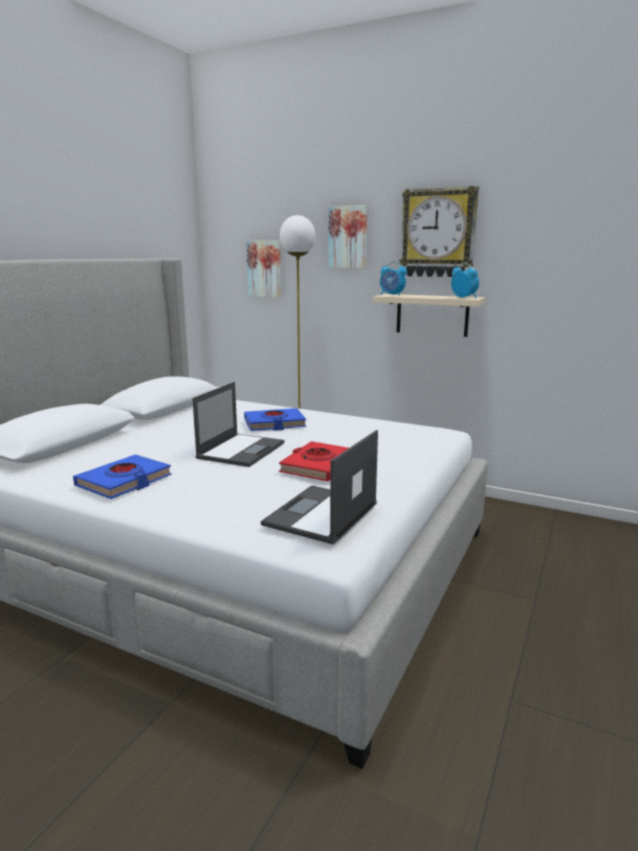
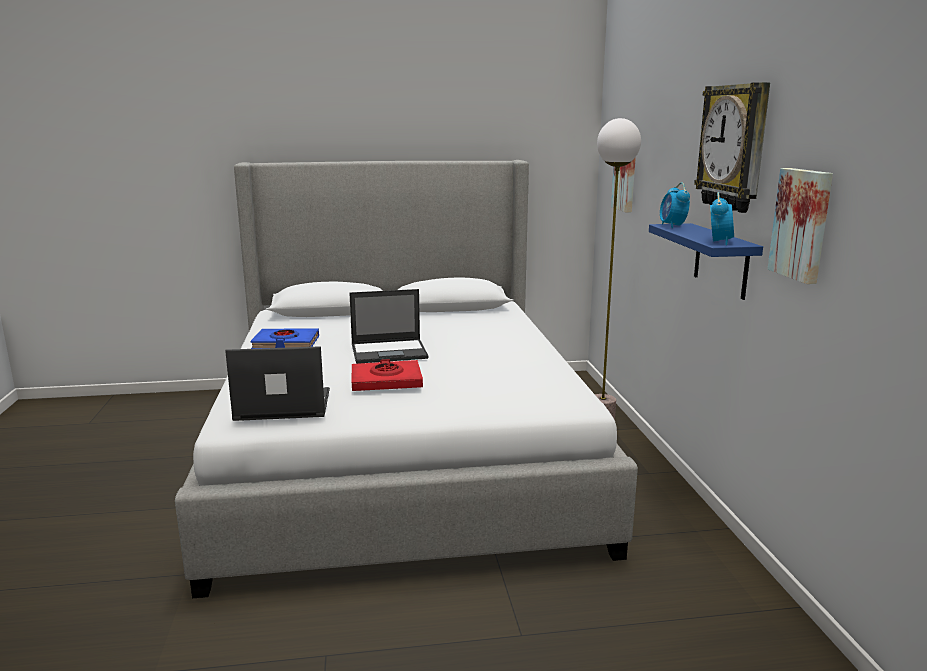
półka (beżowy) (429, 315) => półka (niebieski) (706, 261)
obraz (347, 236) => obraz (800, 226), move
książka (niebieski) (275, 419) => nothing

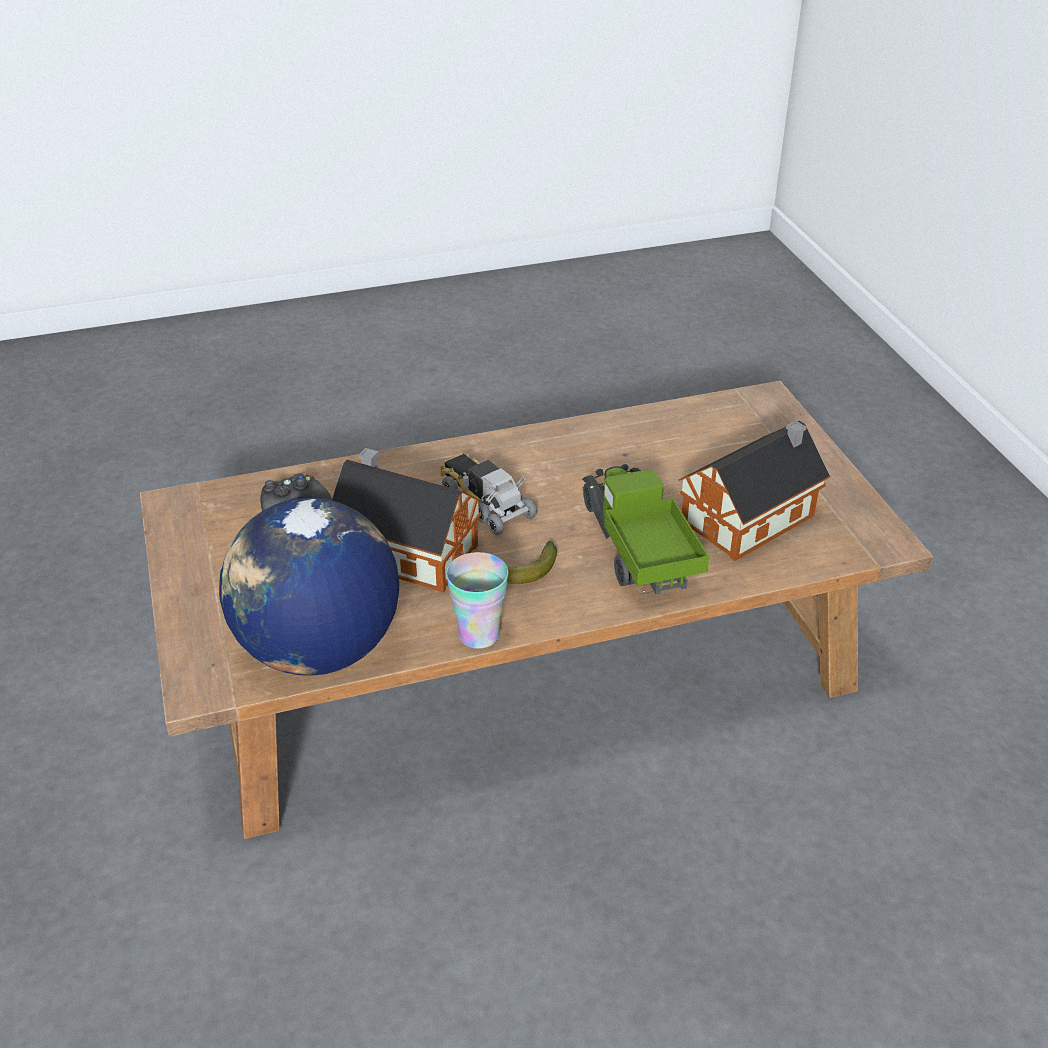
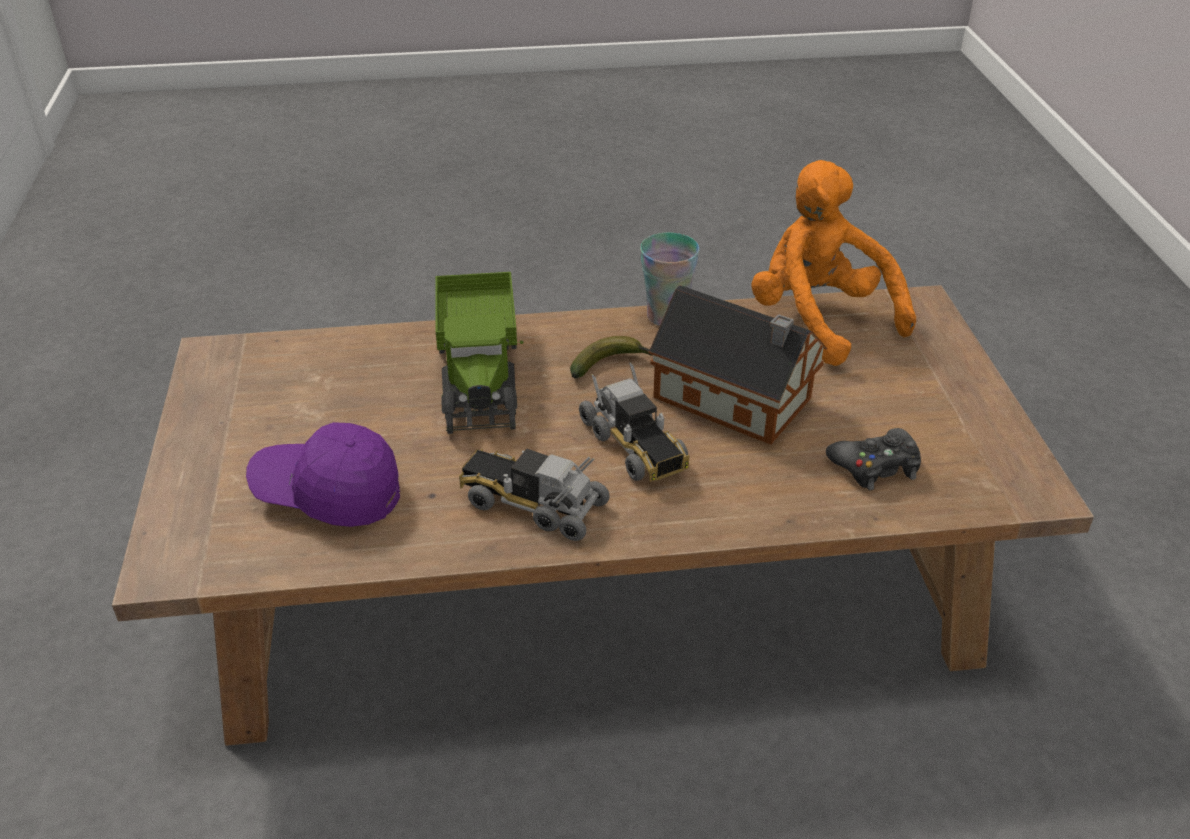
nothing => czapka z daszkiem (fioletowy) (323, 474)
nothing => ciężarówka zabawkowa (534, 494)
globus (309, 587) => pluszak (pomarańczowy) (833, 263)
domek (754, 491) => nothing

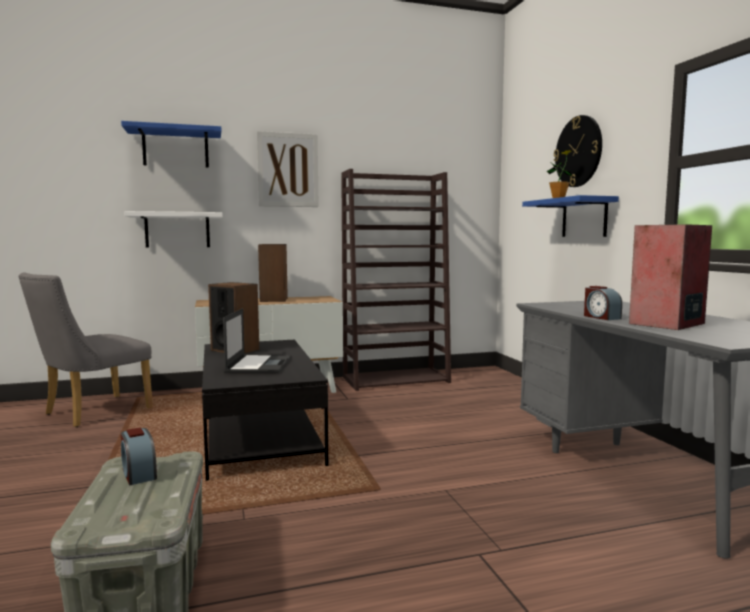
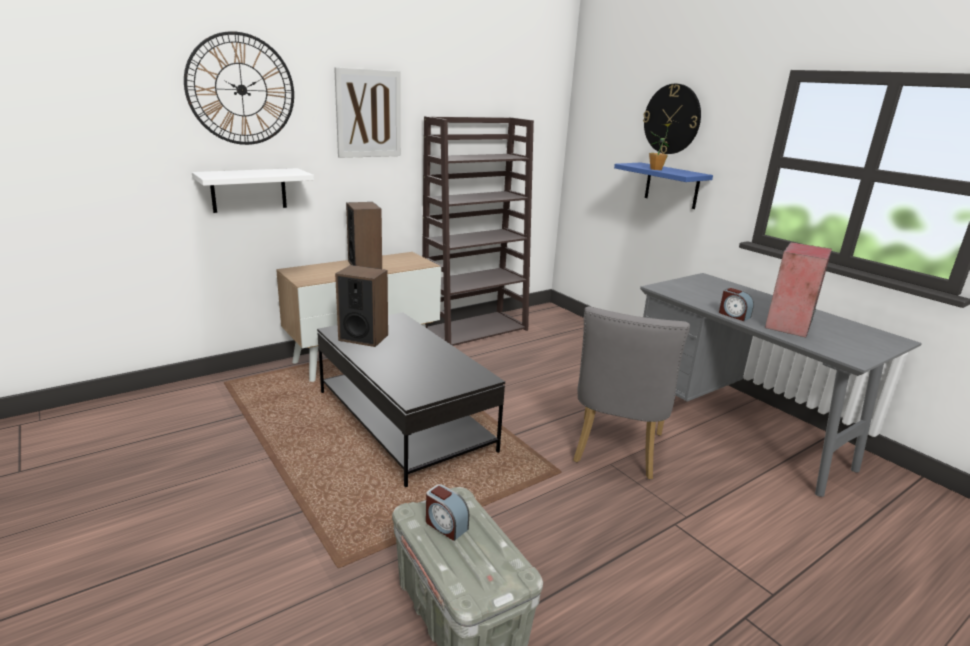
półka (niebieski) (171, 144) => zegar ścienny (239, 88)
krzesło (szary) (86, 350) => krzesło (szary) (631, 392), move
laptop (257, 340) => nothing

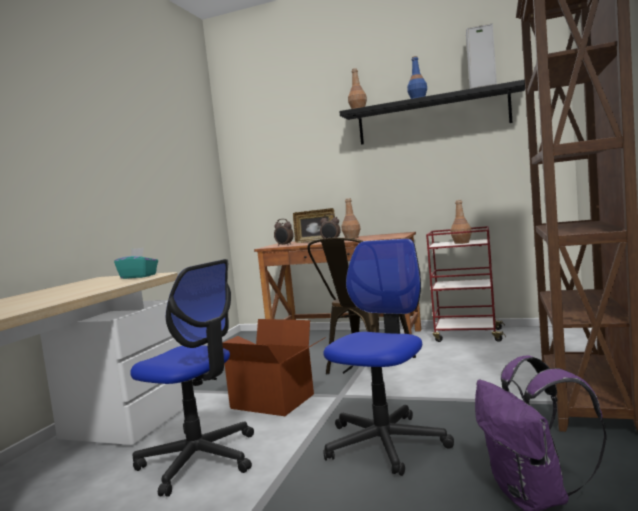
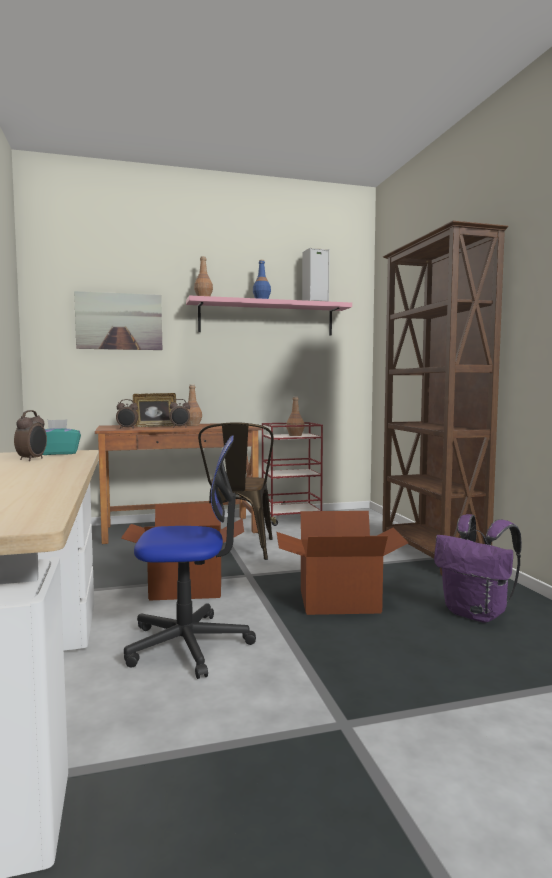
nothing => budzik (30, 435)
nothing => obraz (118, 320)
półka (czarny) (432, 112) => półka (różowy) (269, 315)
krzesło biurowe (388, 357) => karton (342, 563)

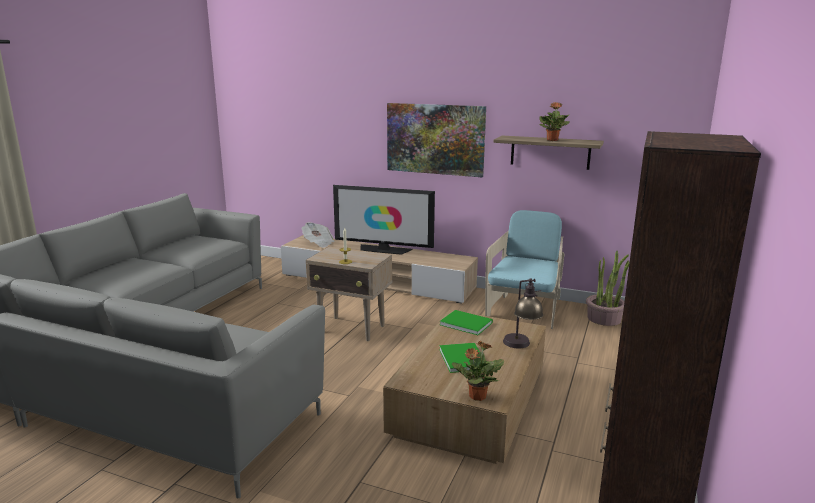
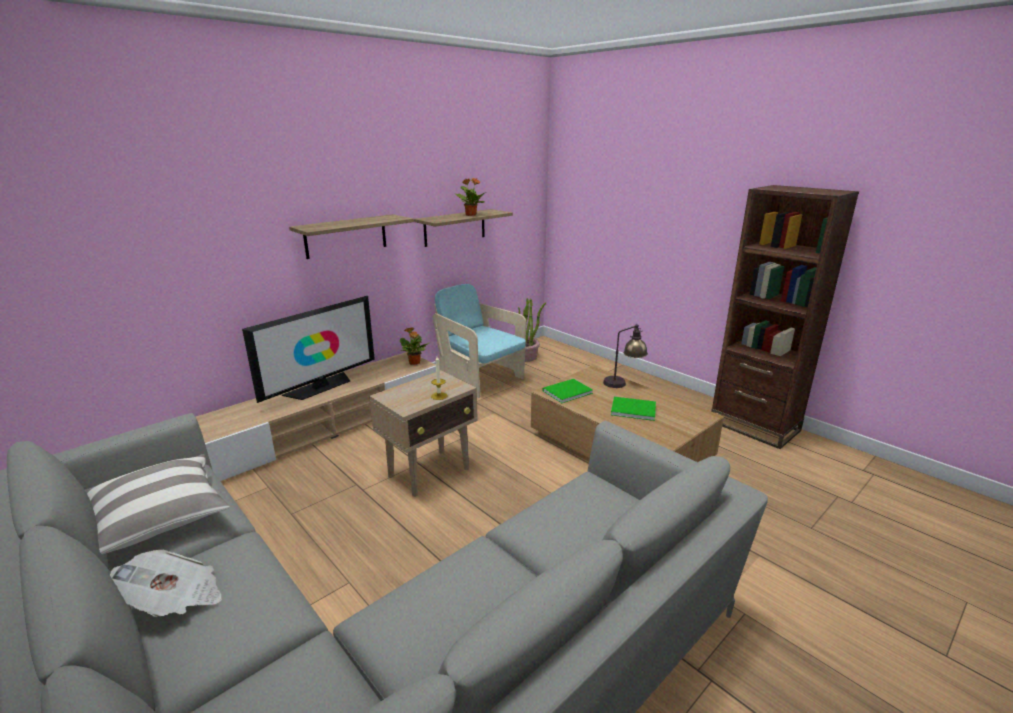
nothing => poduszka (157, 504)
gazeta (317, 235) => gazeta (166, 583), move
obraz (436, 140) => półka (351, 236)
roślina doniczkowa (478, 371) => roślina doniczkowa (414, 346), move

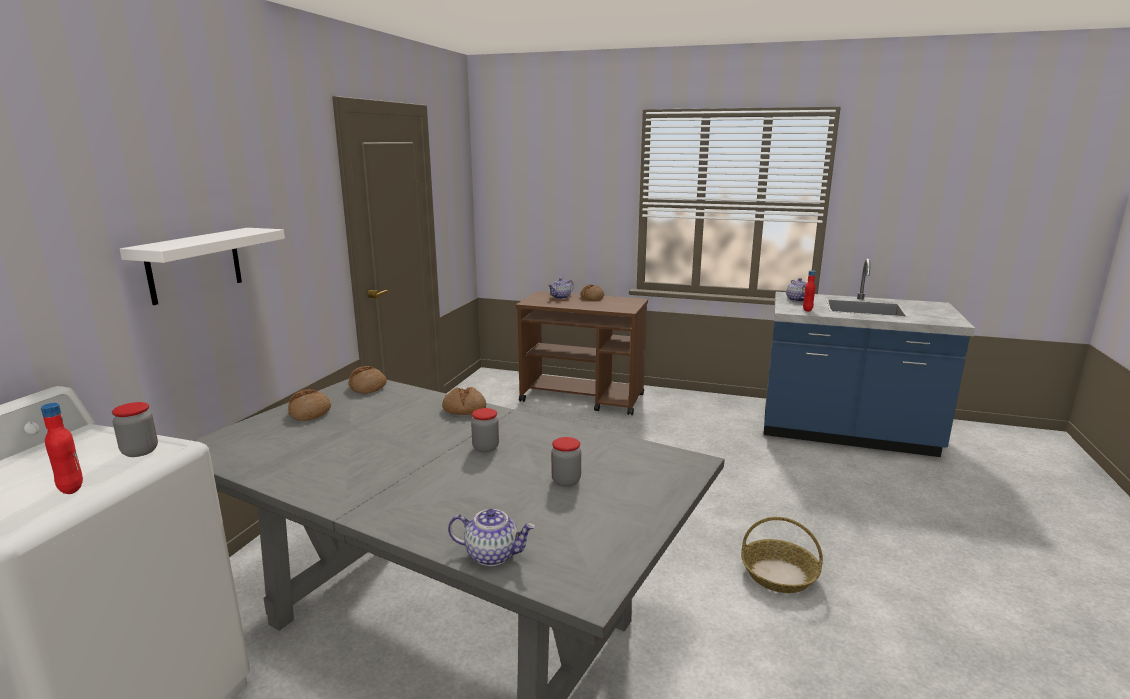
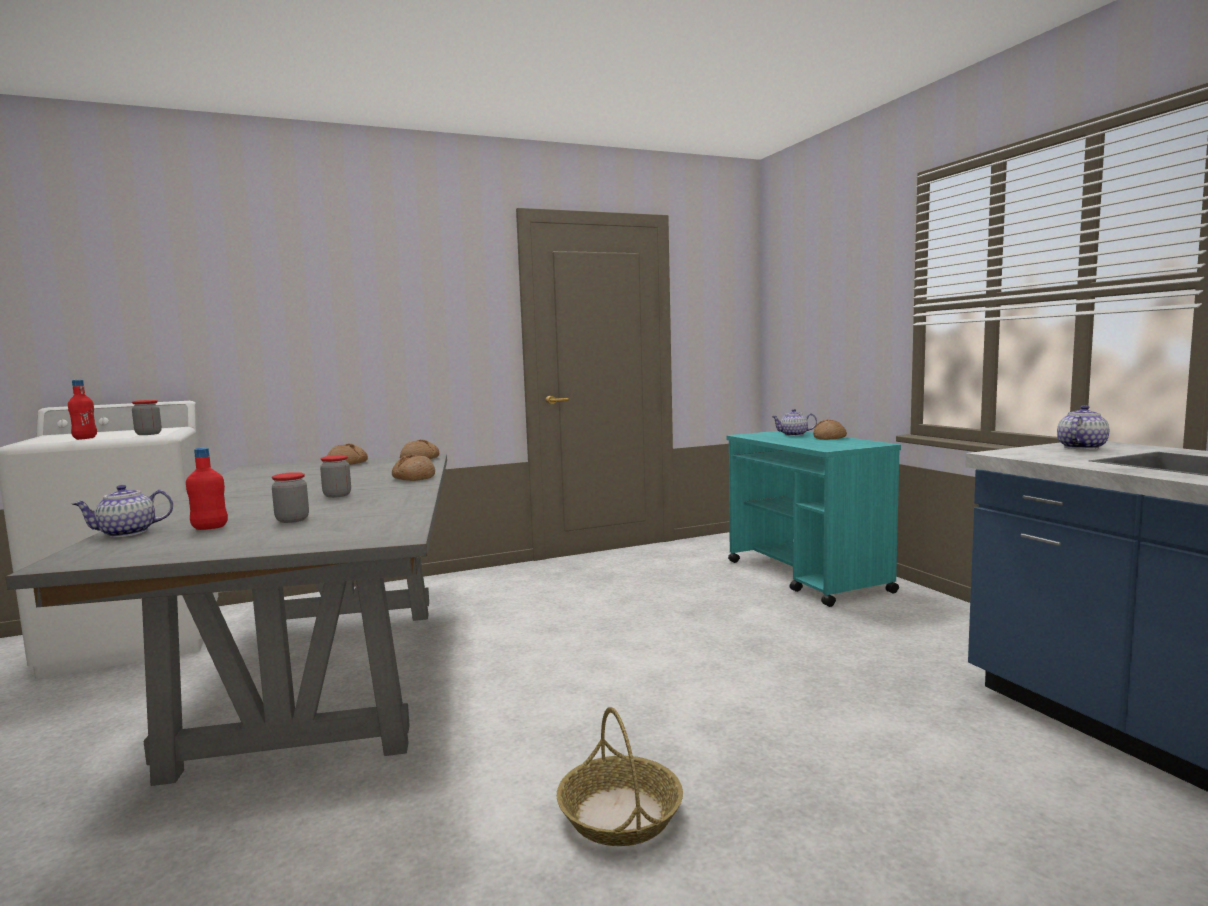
imbryk (491, 537) => imbryk (122, 511), 90 degrees clockwise
butelka (czerwony) (809, 291) => butelka (czerwony) (207, 489), move
wózek (brązowy) (582, 353) => wózek (turkusowy) (813, 519)
półka (biały) (202, 266) => nothing

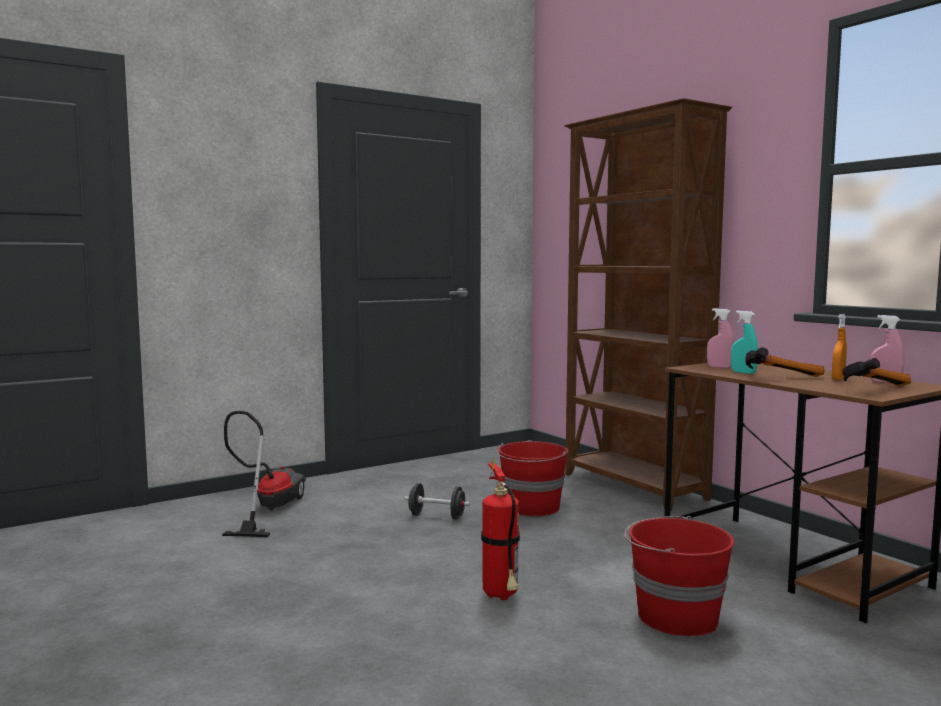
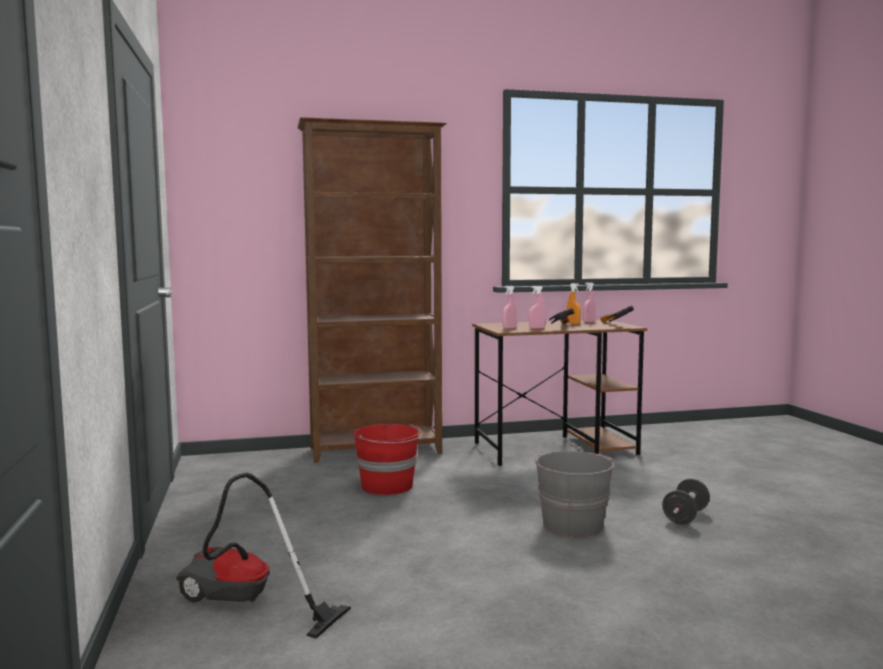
spryskiwacz (turkusowy) (744, 342) => spryskiwacz (różowy) (537, 307)
gaśnica (500, 529) => wiadro (szary) (574, 494)
hantel (czarny) (437, 501) => hantel (czarny) (686, 501), move
wiadro (czerwony) (679, 576) => nothing

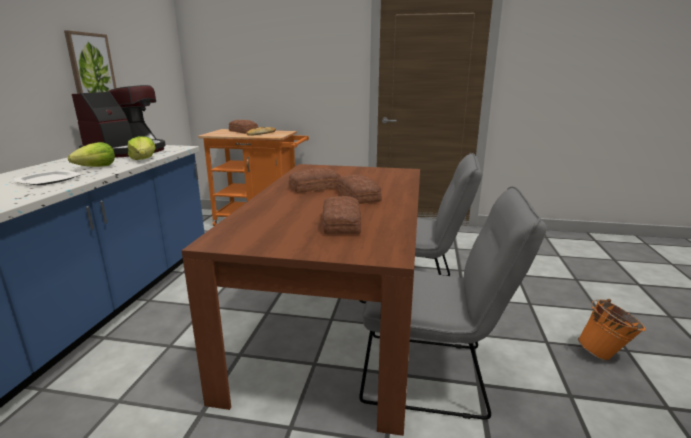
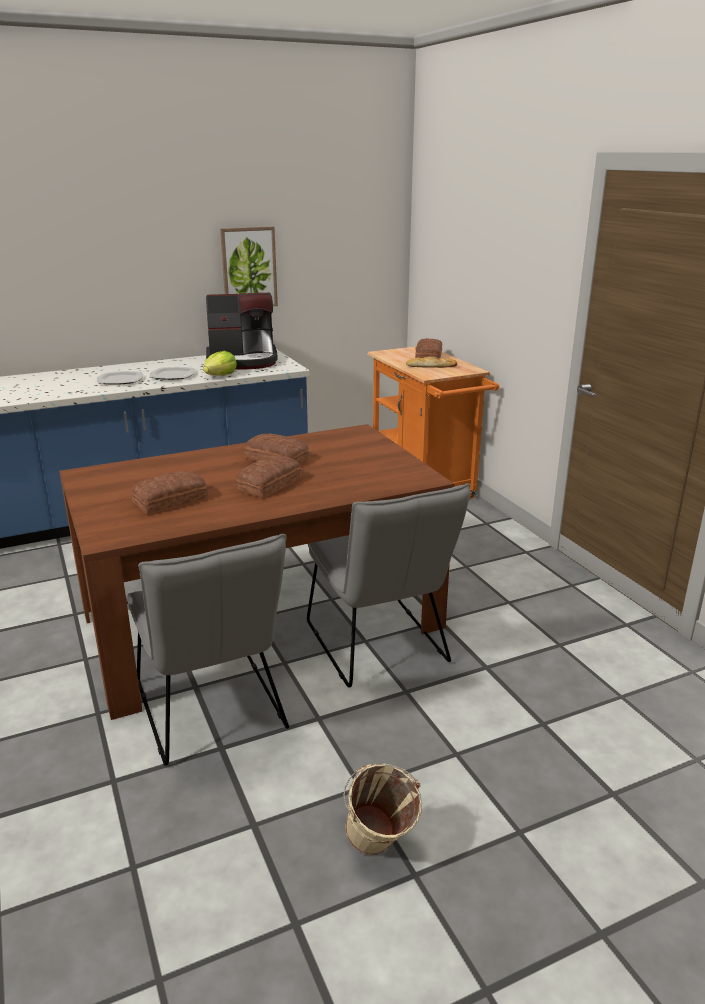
sałata (91, 154) => talerz (173, 373)
wiadro (pomarańczowy) (611, 330) => wiadro (beżowy) (383, 809)

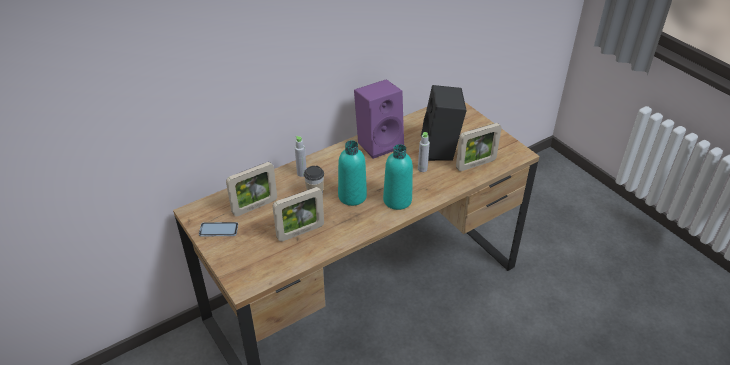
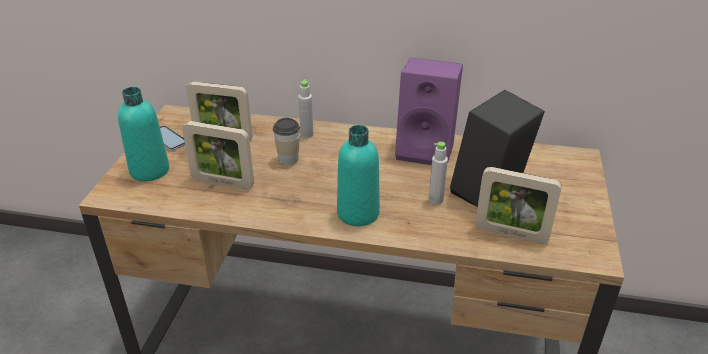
butelka (turkusowy) (352, 173) => butelka (turkusowy) (143, 134), move

